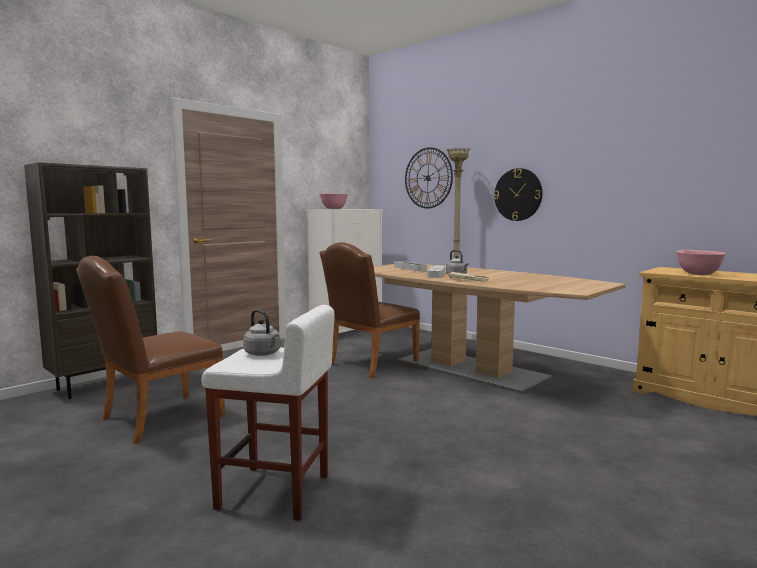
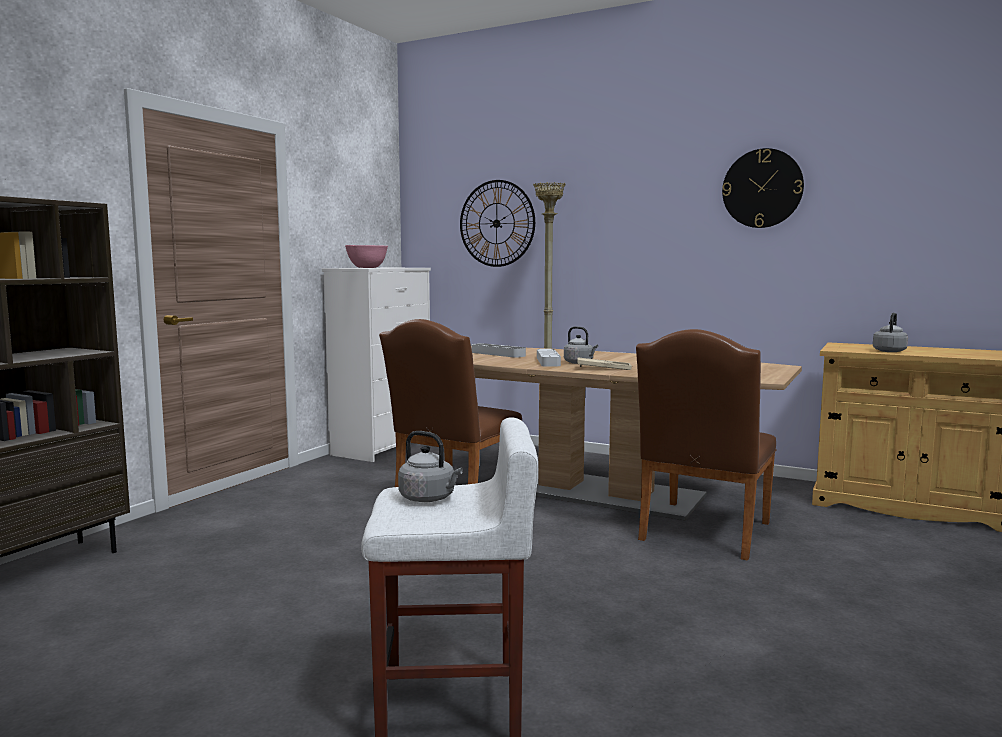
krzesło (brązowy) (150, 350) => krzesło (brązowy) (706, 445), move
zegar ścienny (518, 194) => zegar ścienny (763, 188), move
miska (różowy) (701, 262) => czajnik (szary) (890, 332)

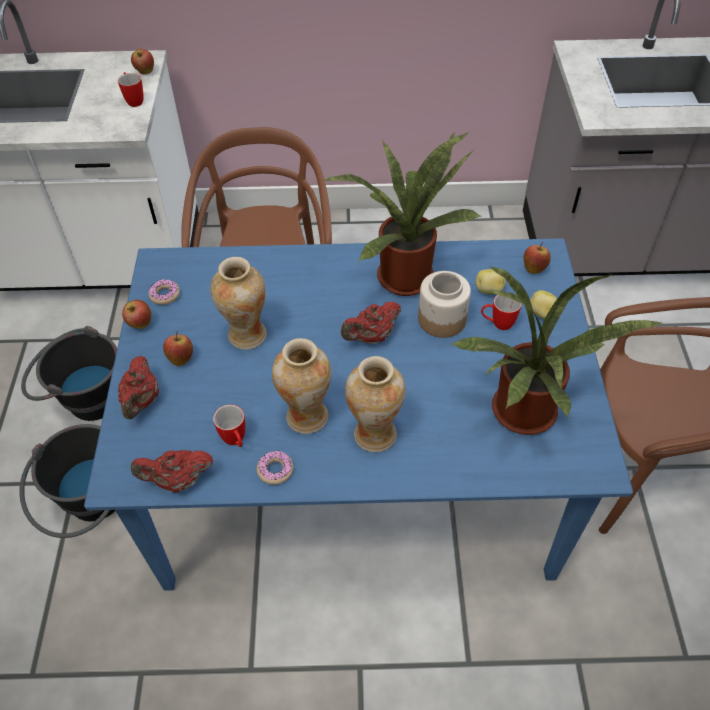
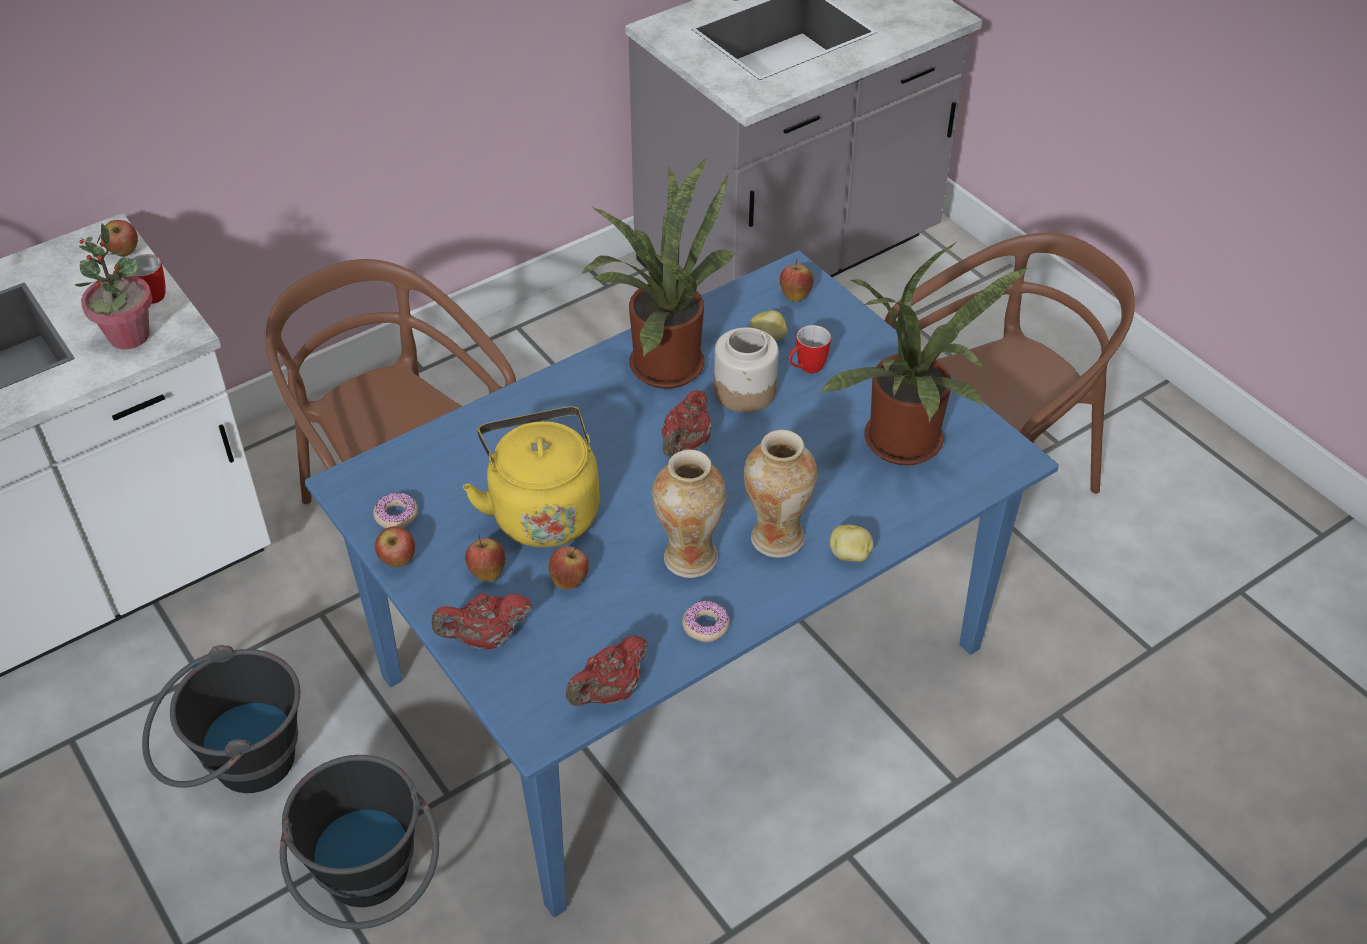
nothing => roślina doniczkowa (113, 286)
imbryk (czerwony) (138, 387) => imbryk (czerwony) (482, 621), 105 degrees clockwise
wazon (239, 303) => czajnik (żółty) (531, 477)
nothing => jabłko (569, 567)
ziemniak (543, 304) => ziemniak (852, 543), move
kubek (229, 426) => nothing

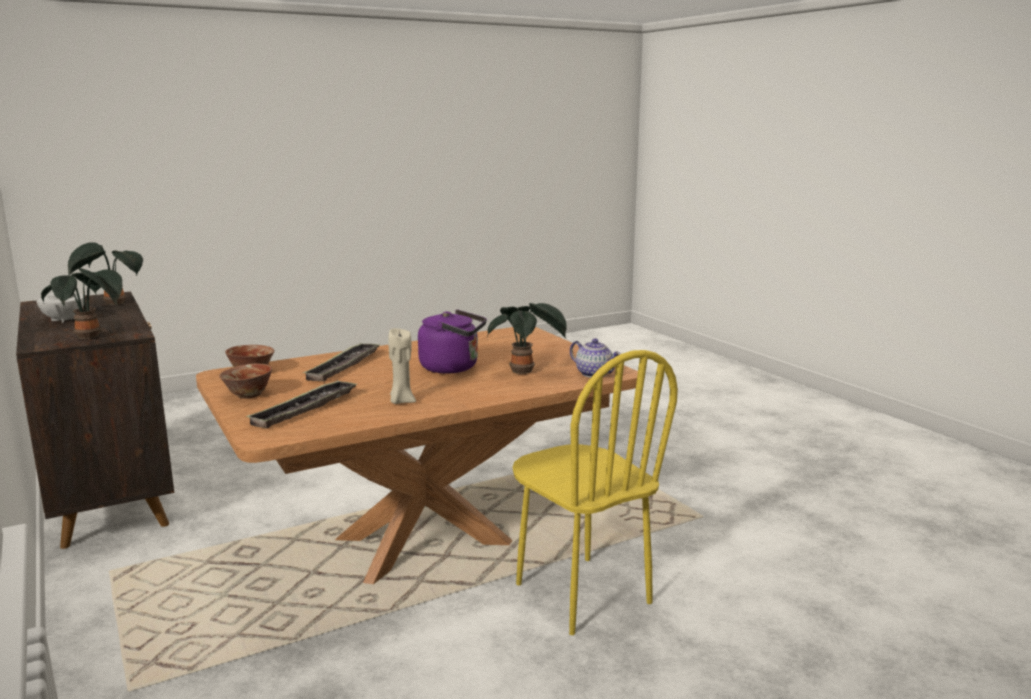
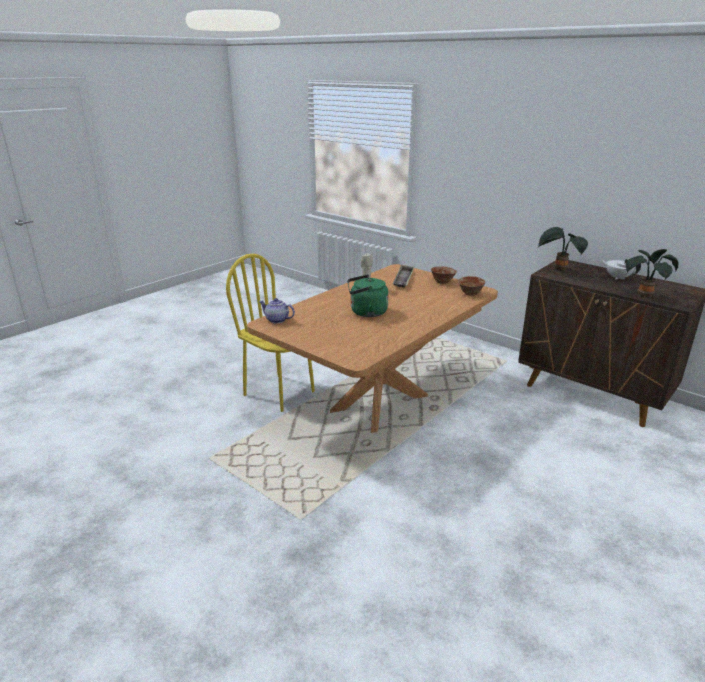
czajnik (fioletowy) (452, 341) => czajnik (zielony) (368, 296)
taca (341, 362) => nothing
roślina doniczkowa (527, 338) => nothing

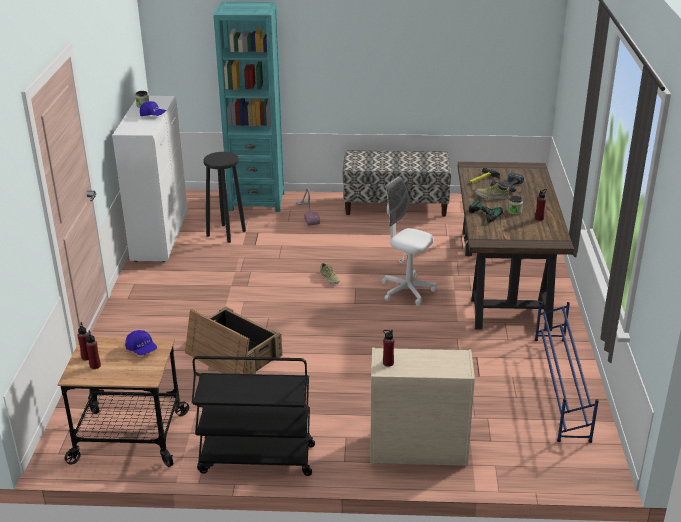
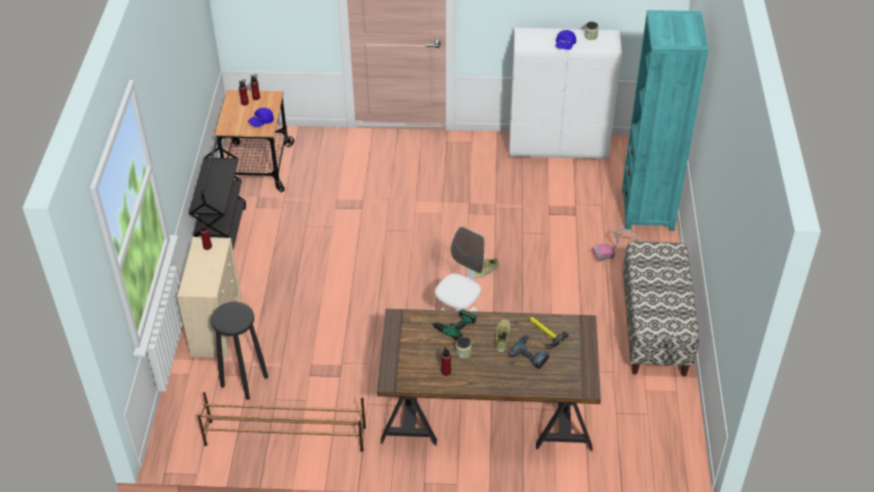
regał na buty (niebieski) (567, 372) => regał na buty (brązowy) (282, 422)
stołek (czarny) (224, 197) => stołek (czarny) (239, 350), move
skrzynka (233, 340) => nothing

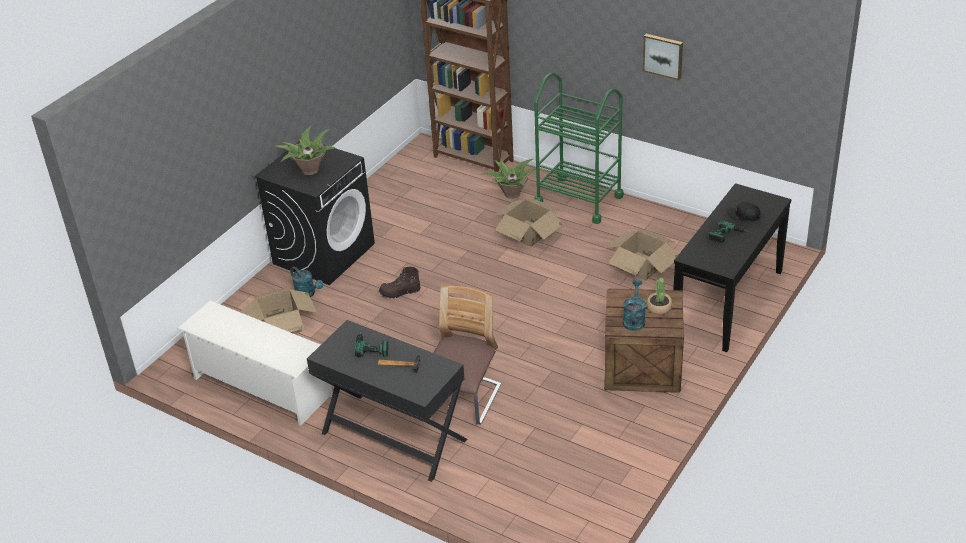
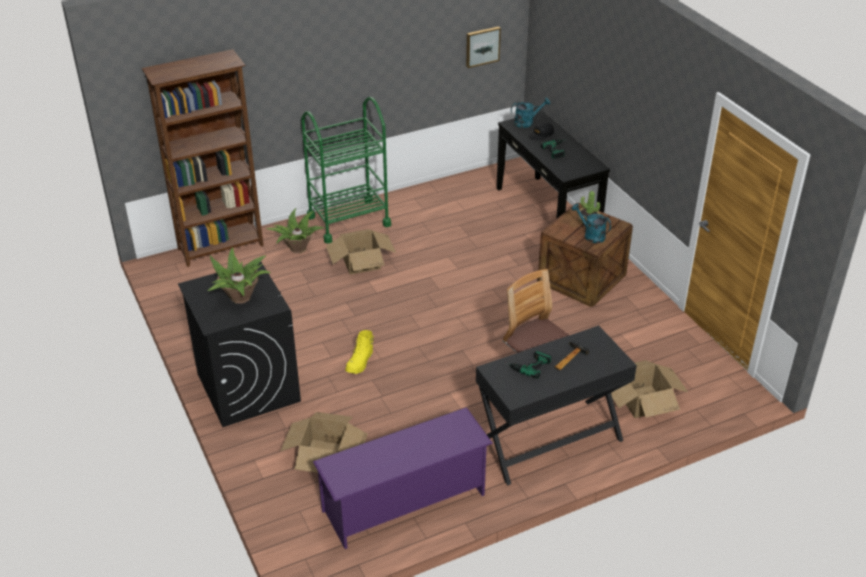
regał na buty (biały) (254, 363) => regał na buty (fioletowy) (403, 478)
but z cholewką (brązowy) (400, 283) => but z cholewką (żółty) (359, 352)
obraz (663, 57) => obraz (483, 47), move
konewka (turkusowy) (306, 281) => konewka (turkusowy) (530, 112), move
karton (642, 255) => karton (649, 389), move

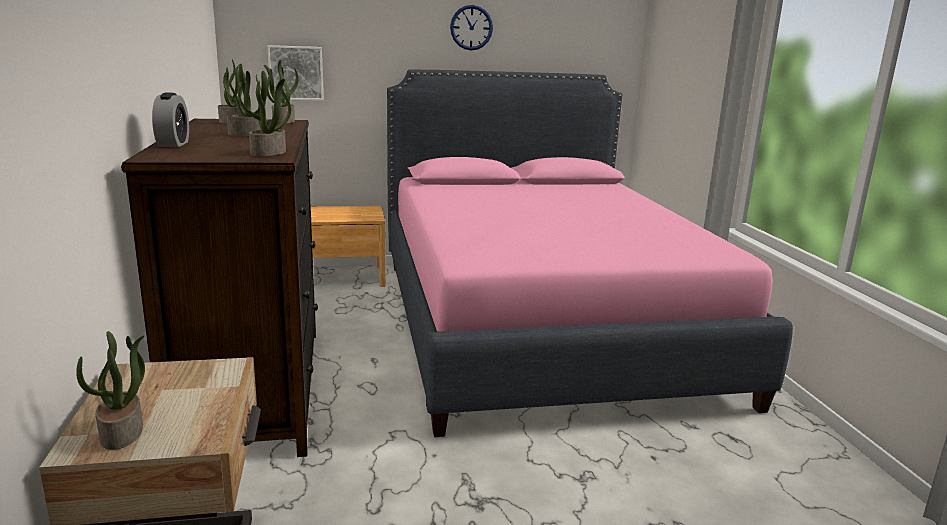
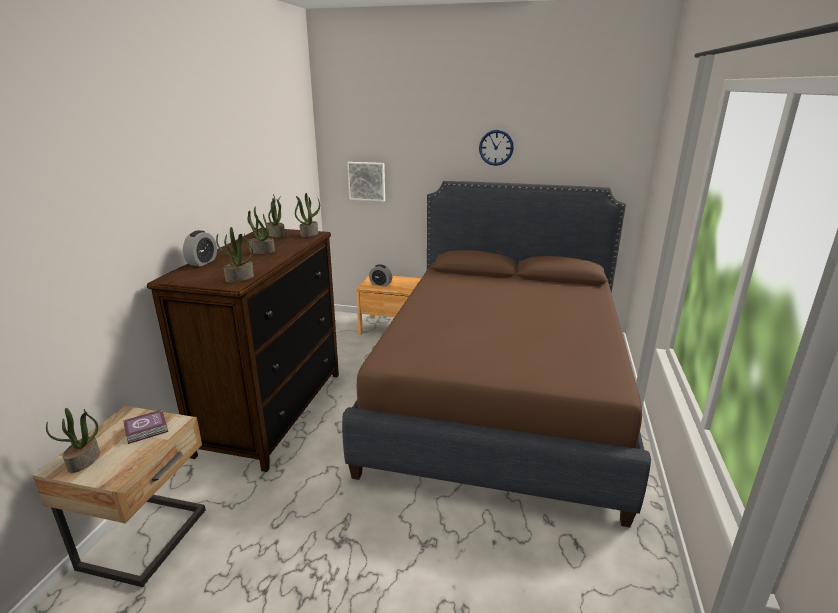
nothing => książka (145, 427)
łóżko (różowy) (590, 253) => łóżko (brązowy) (496, 354)
nothing => budzik (380, 275)

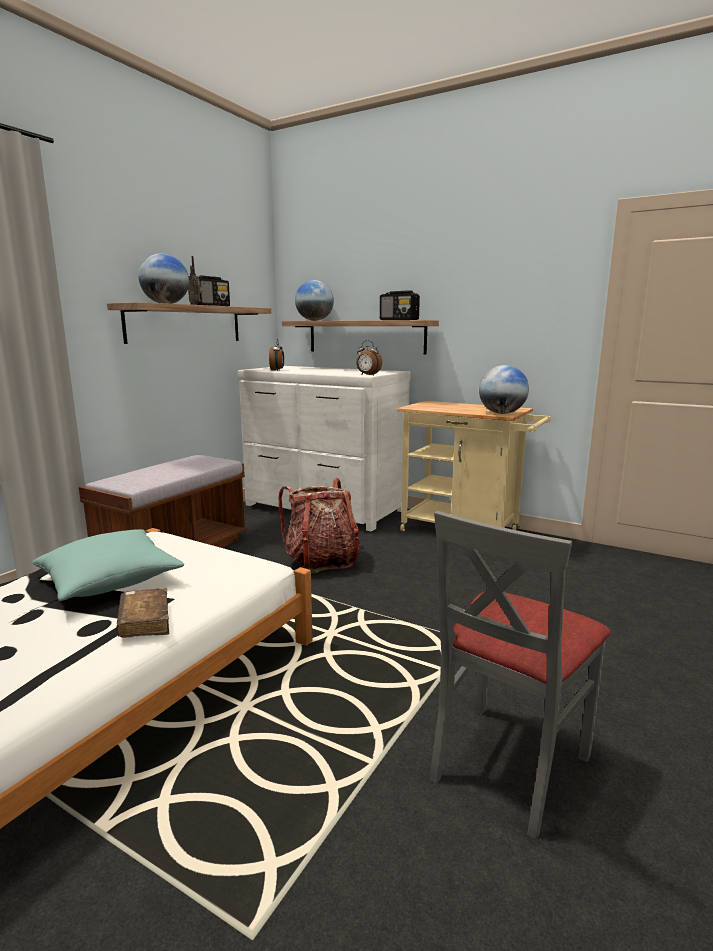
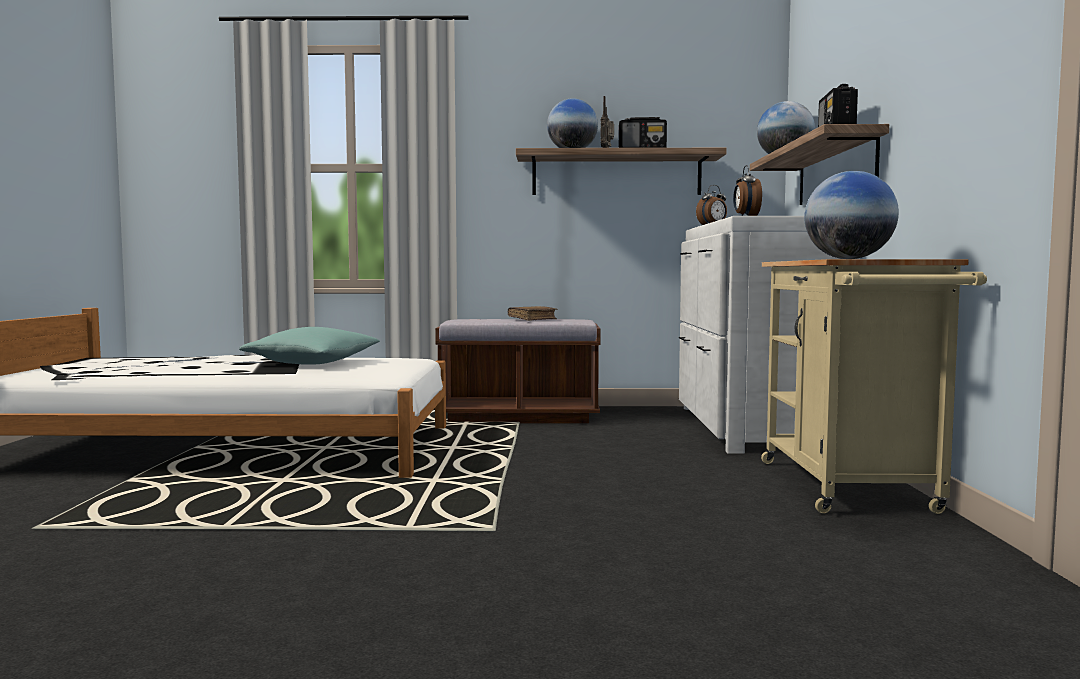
książka (brązowy) (142, 613) => książka (brązowy) (533, 313), move
plecak (319, 526) => nothing
krzesło (szary) (520, 675) => nothing

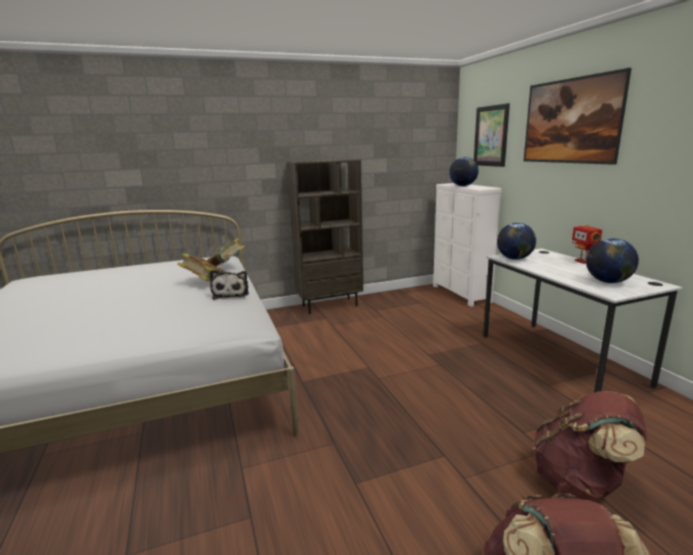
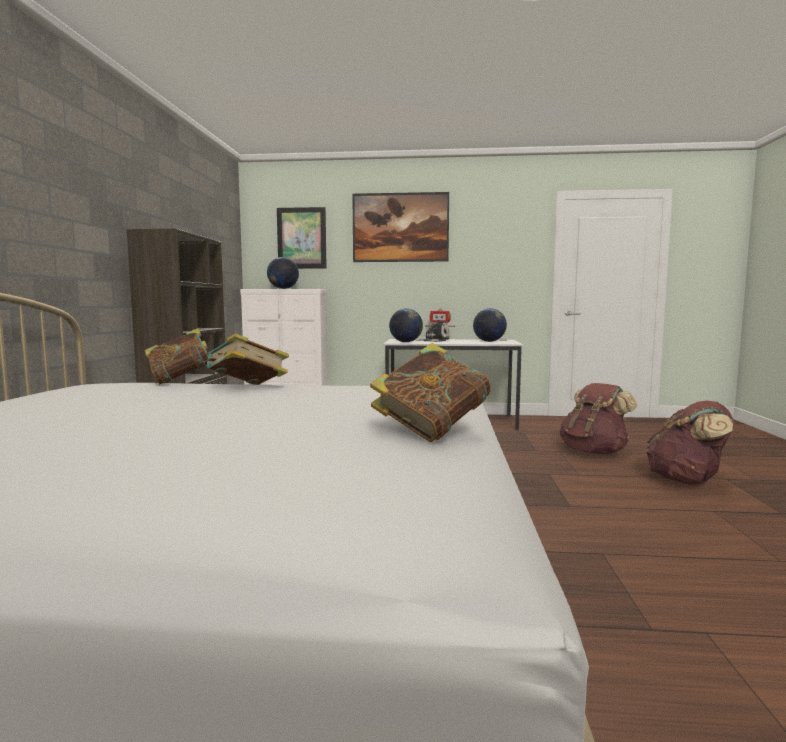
nothing => książka (430, 392)
pluszak (229, 285) => pluszak (432, 331), move

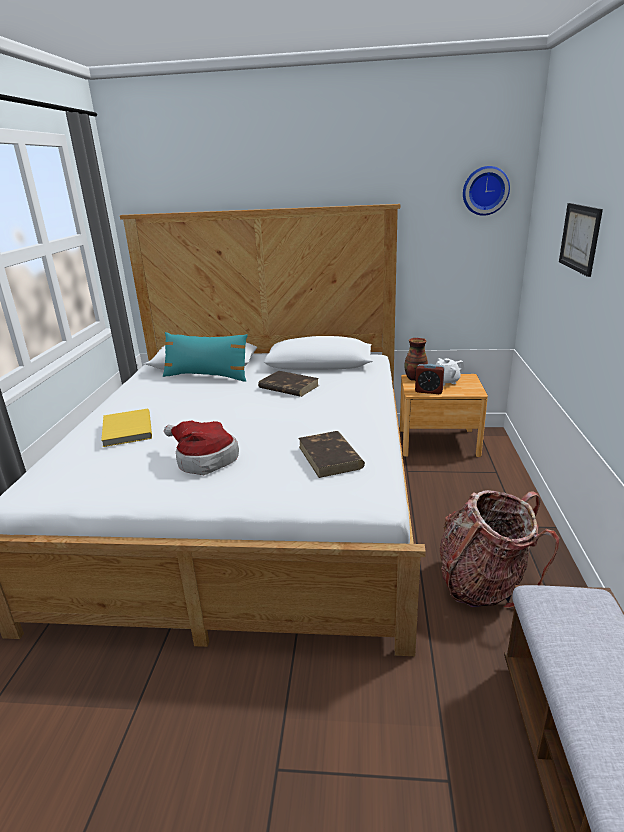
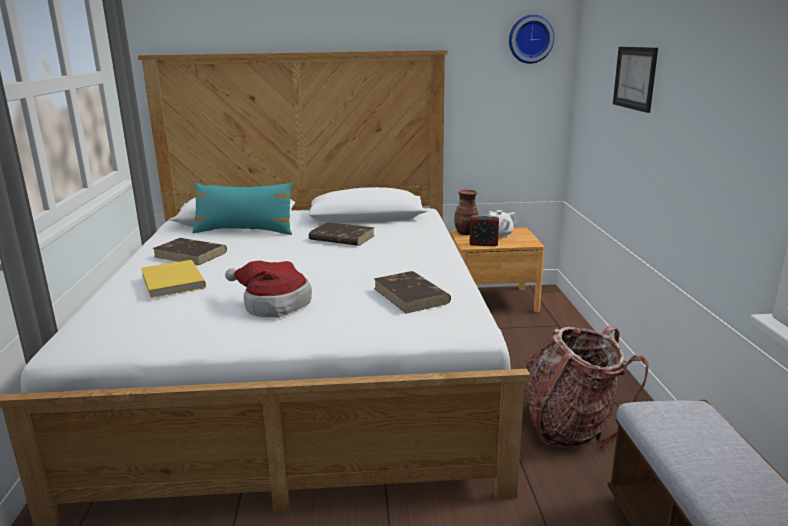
nothing => książka (brązowy) (189, 251)

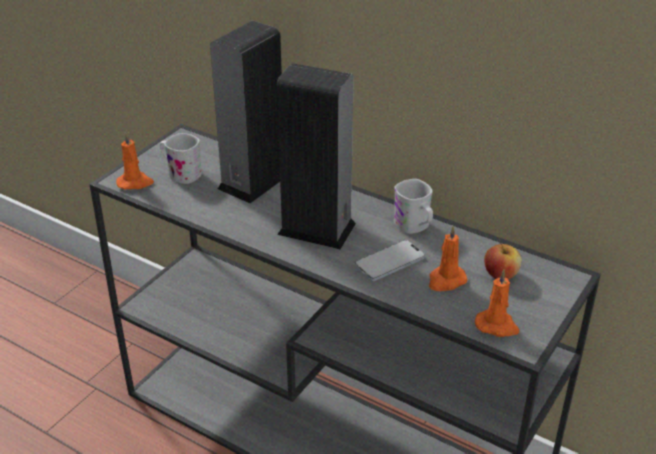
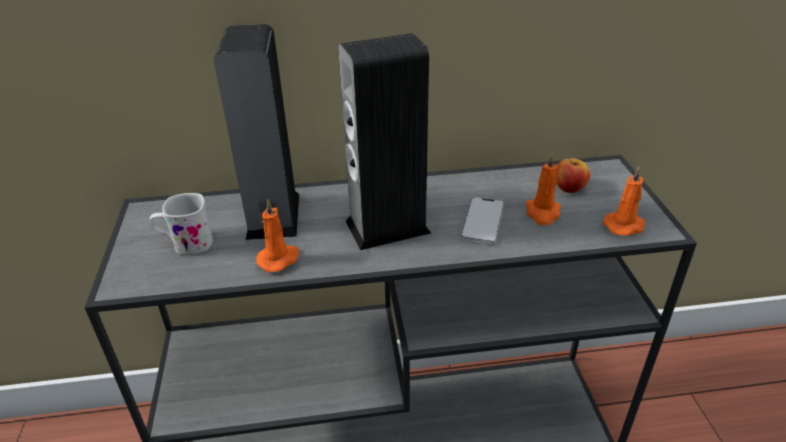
świeca (pomarańczowy) (135, 161) => świeca (pomarańczowy) (278, 236), move
kubek (biały) (413, 206) => nothing

